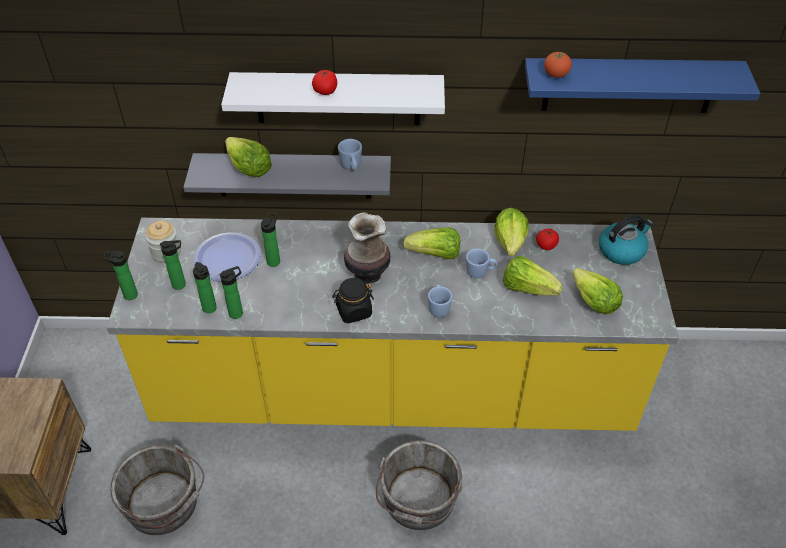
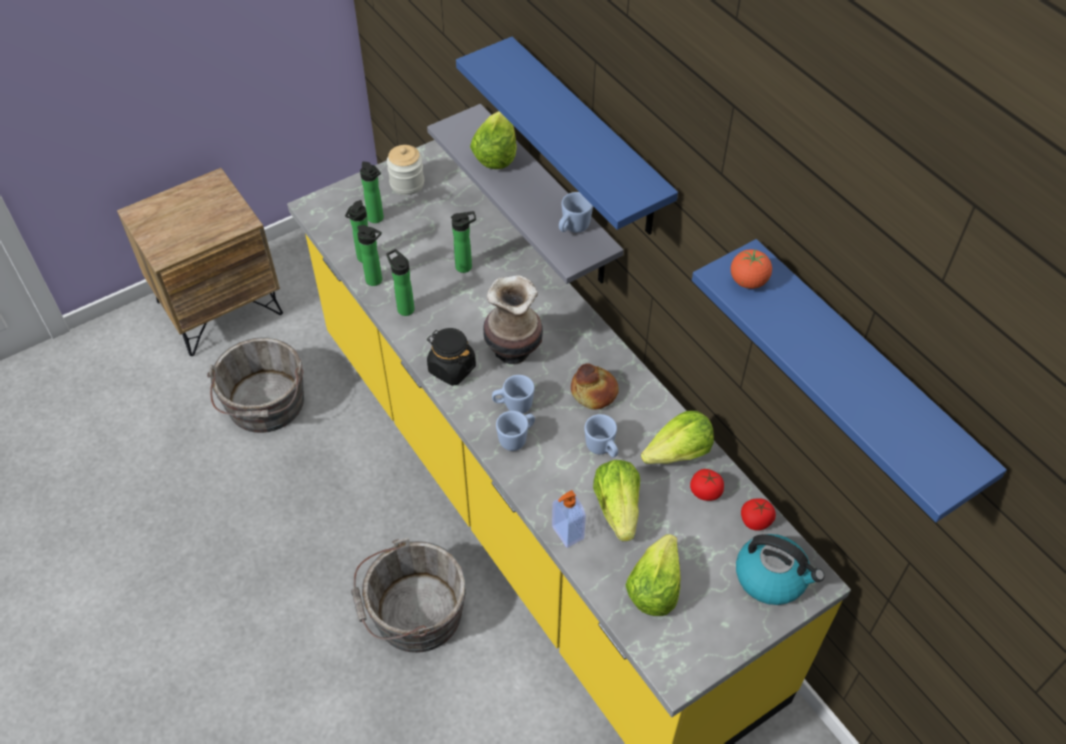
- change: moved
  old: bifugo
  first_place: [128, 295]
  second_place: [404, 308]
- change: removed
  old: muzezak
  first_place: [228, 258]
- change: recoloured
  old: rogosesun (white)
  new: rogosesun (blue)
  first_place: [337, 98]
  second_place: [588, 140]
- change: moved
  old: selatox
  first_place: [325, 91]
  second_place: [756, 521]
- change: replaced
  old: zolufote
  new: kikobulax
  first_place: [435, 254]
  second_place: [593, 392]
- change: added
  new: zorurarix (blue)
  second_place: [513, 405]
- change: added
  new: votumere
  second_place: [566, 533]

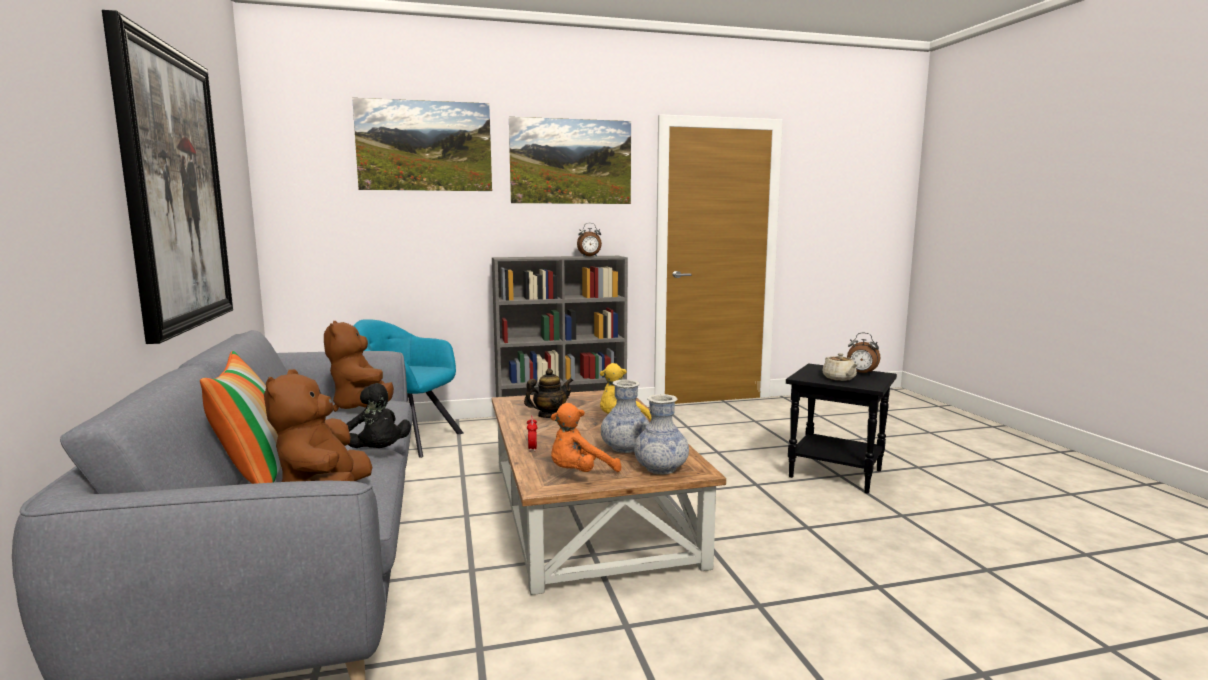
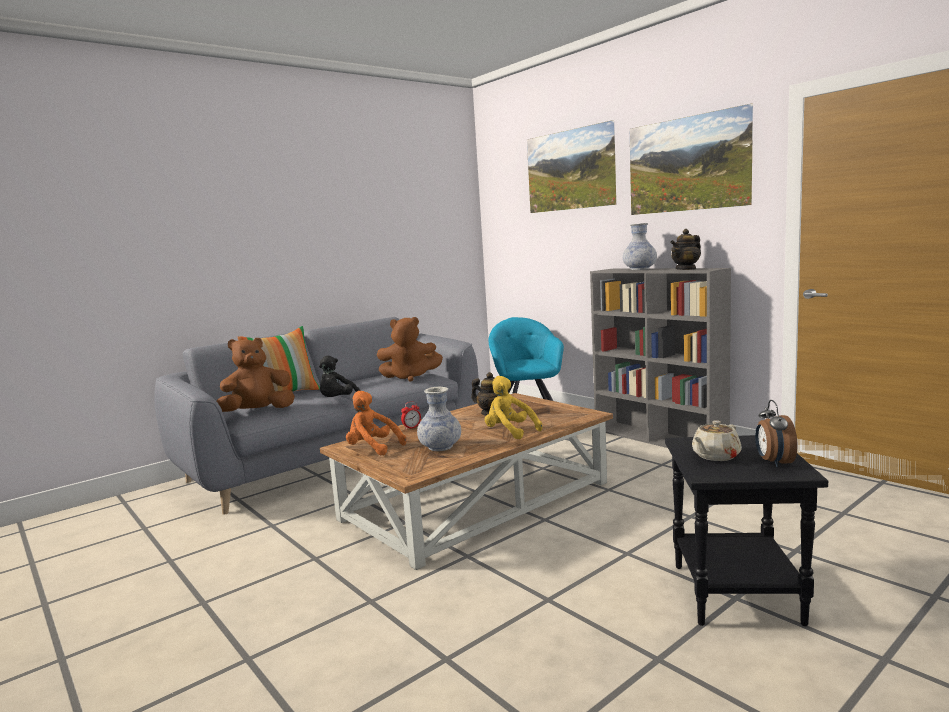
- change: removed
  old: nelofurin
  first_place: [174, 189]
- change: turned
  old: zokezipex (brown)
  first_place: [363, 408]
  second_place: [410, 377]
  degrees: -135
- change: replaced
  old: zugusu
  new: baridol
  first_place: [589, 256]
  second_place: [686, 269]
- change: moved
  old: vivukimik
  first_place: [661, 469]
  second_place: [639, 269]

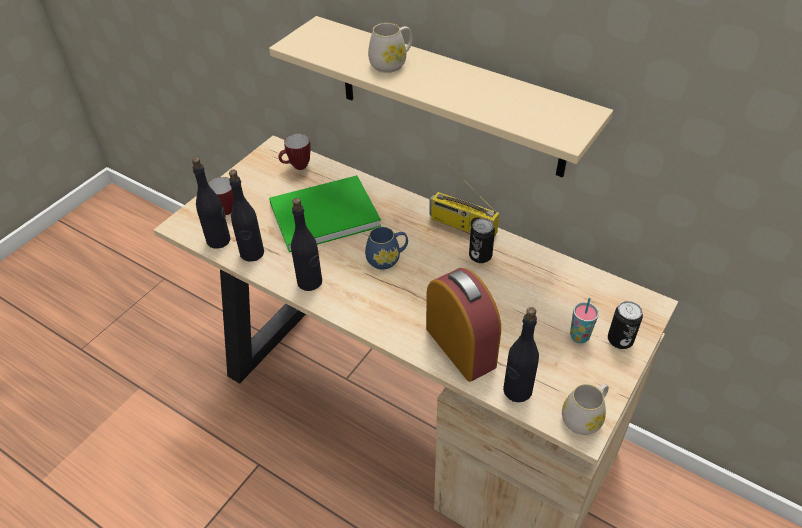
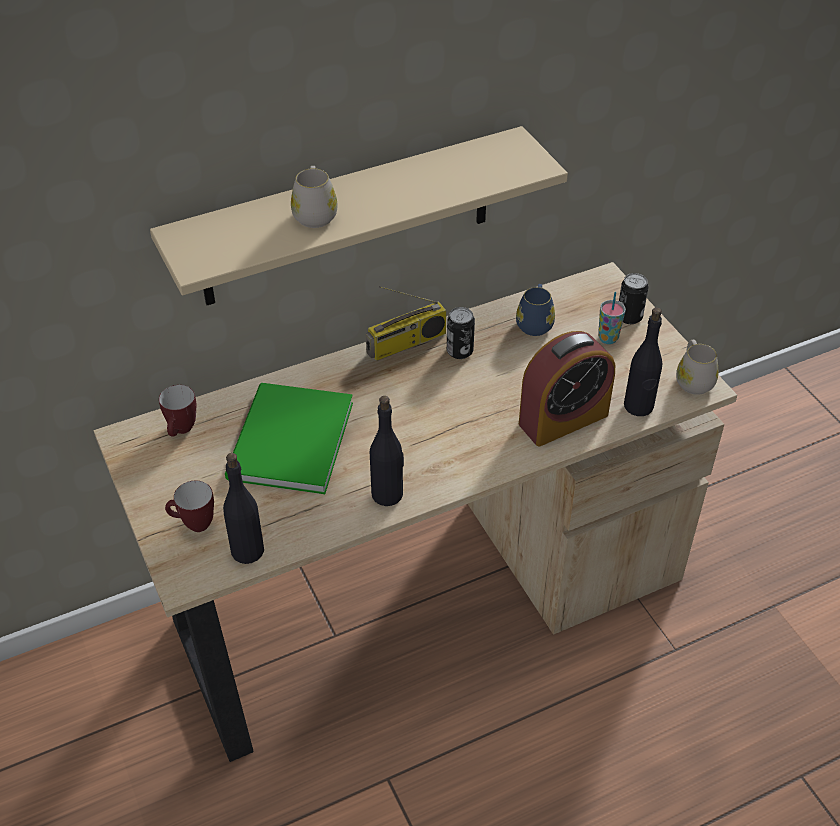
- change: removed
  old: bifugo (black)
  first_place: [252, 253]
- change: moved
  old: zorurarix (blue)
  first_place: [387, 259]
  second_place: [535, 322]
- change: turned
  old: zugusu
  first_place: [460, 347]
  second_place: [563, 419]
  degrees: 150

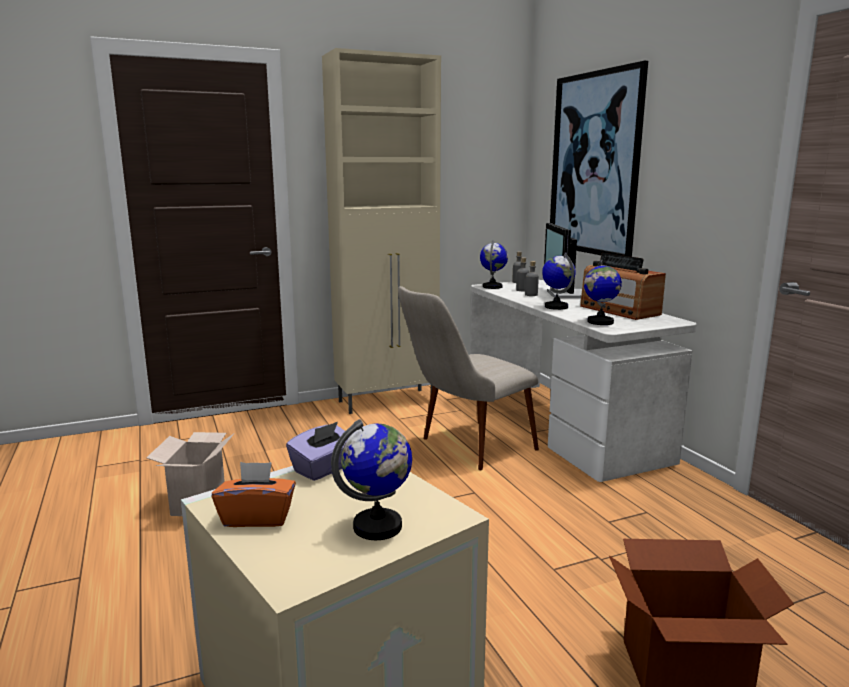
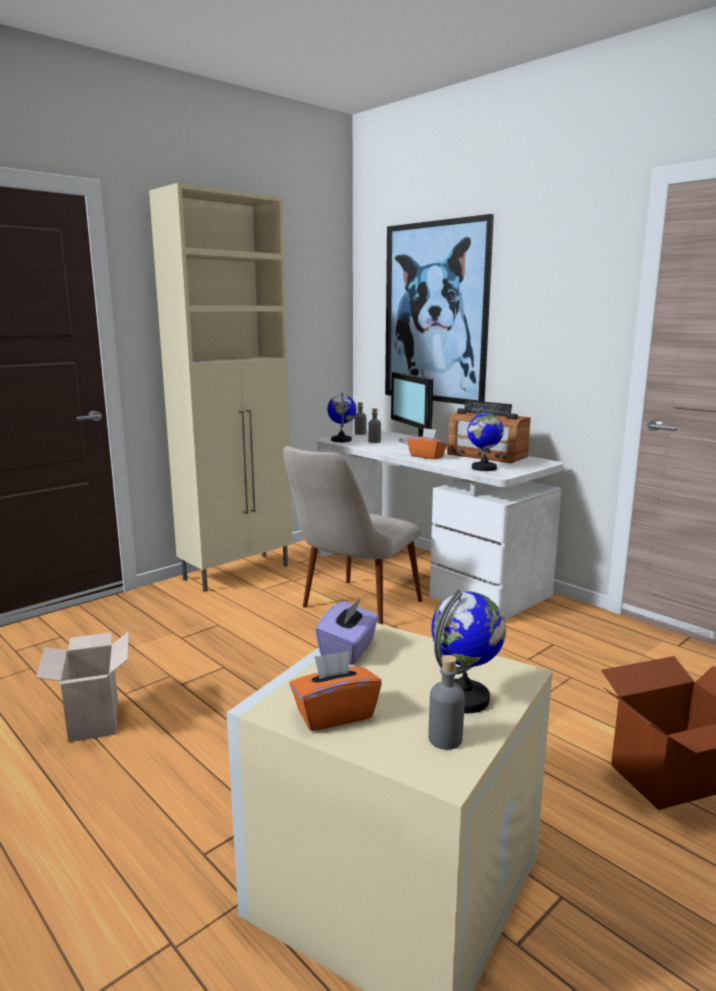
- change: moved
  old: bifugo (grey)
  first_place: [531, 295]
  second_place: [445, 739]
- change: replaced
  old: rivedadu
  new: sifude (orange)
  first_place: [556, 307]
  second_place: [427, 456]

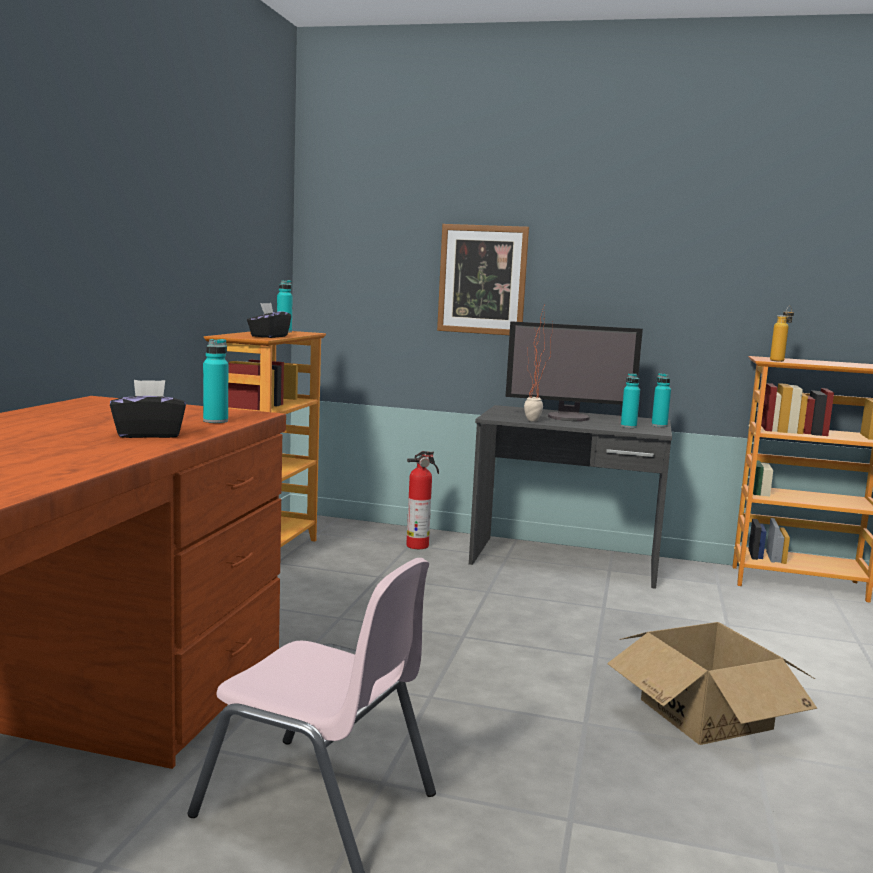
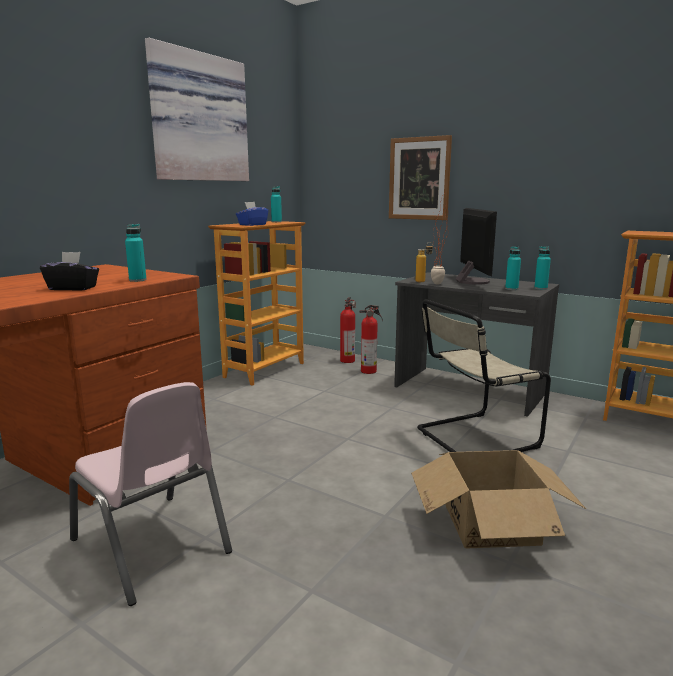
- change: recoloured
  old: sifude (black)
  new: sifude (blue)
  first_place: [268, 336]
  second_place: [252, 225]
- change: turned
  old: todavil
  first_place: [569, 417]
  second_place: [472, 281]
  degrees: -120
- change: moved
  old: bifugo
  first_place: [779, 360]
  second_place: [423, 281]
- change: added
  new: nelofurin
  second_place: [198, 118]
- change: added
  new: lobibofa
  second_place: [347, 360]
- change: added
  new: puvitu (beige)
  second_place: [472, 438]

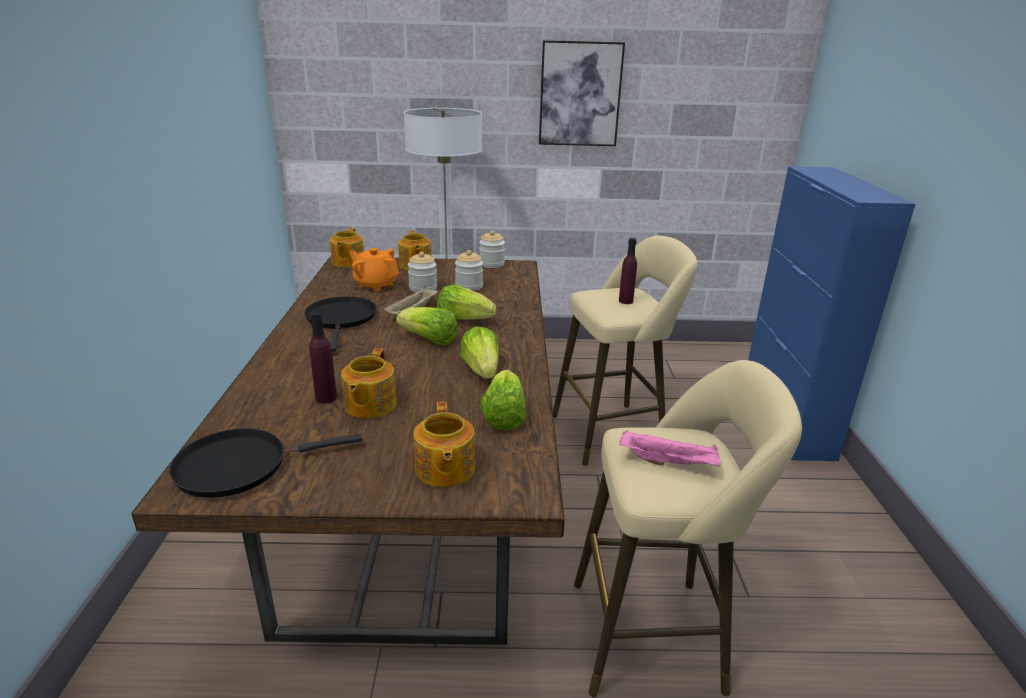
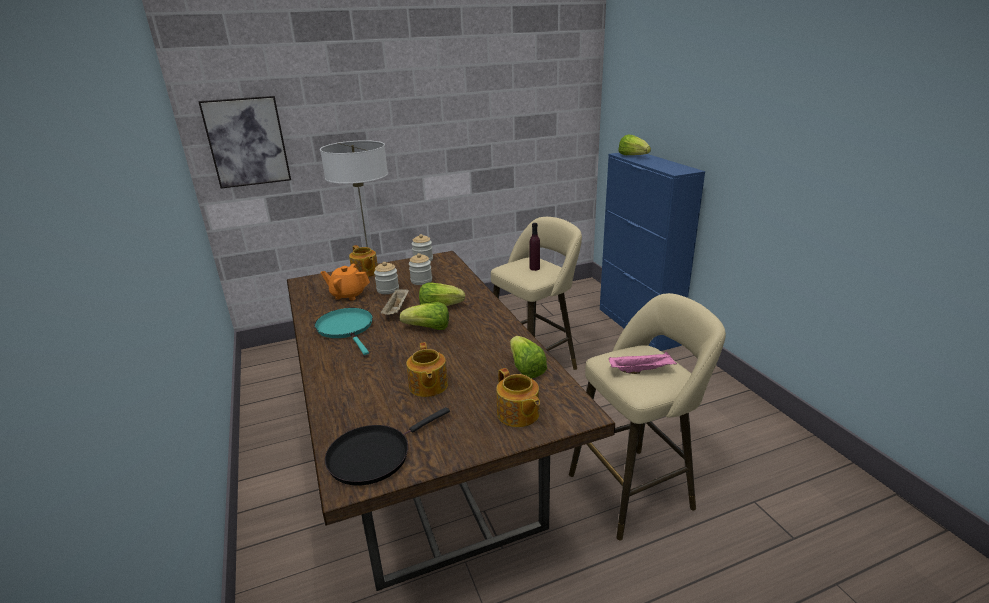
- change: recoloured
  old: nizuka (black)
  new: nizuka (turquoise)
  first_place: [341, 319]
  second_place: [346, 328]
- change: removed
  old: bifugo (purple)
  first_place: [326, 398]
- change: removed
  old: baridol
  first_place: [347, 262]
- change: moved
  old: zolufote
  first_place: [482, 370]
  second_place: [633, 156]
- change: moved
  old: nelofurin
  first_place: [580, 94]
  second_place: [247, 142]

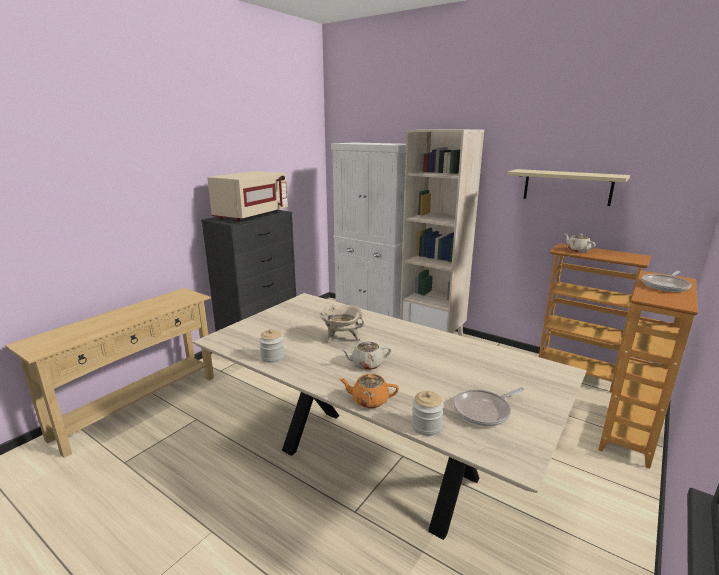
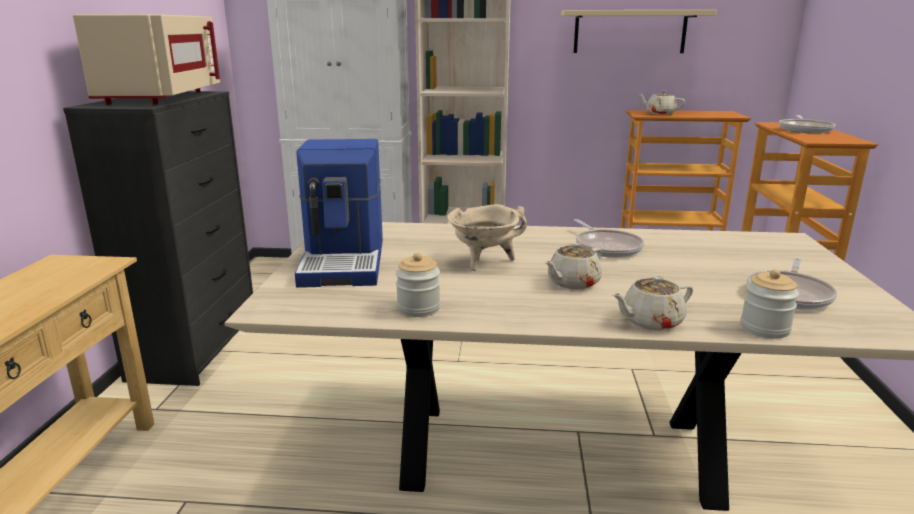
- change: recoloured
  old: baridol (orange)
  new: baridol (beige)
  first_place: [369, 400]
  second_place: [650, 321]
- change: added
  new: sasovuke
  second_place: [345, 261]
- change: added
  new: nizuka
  second_place: [606, 247]

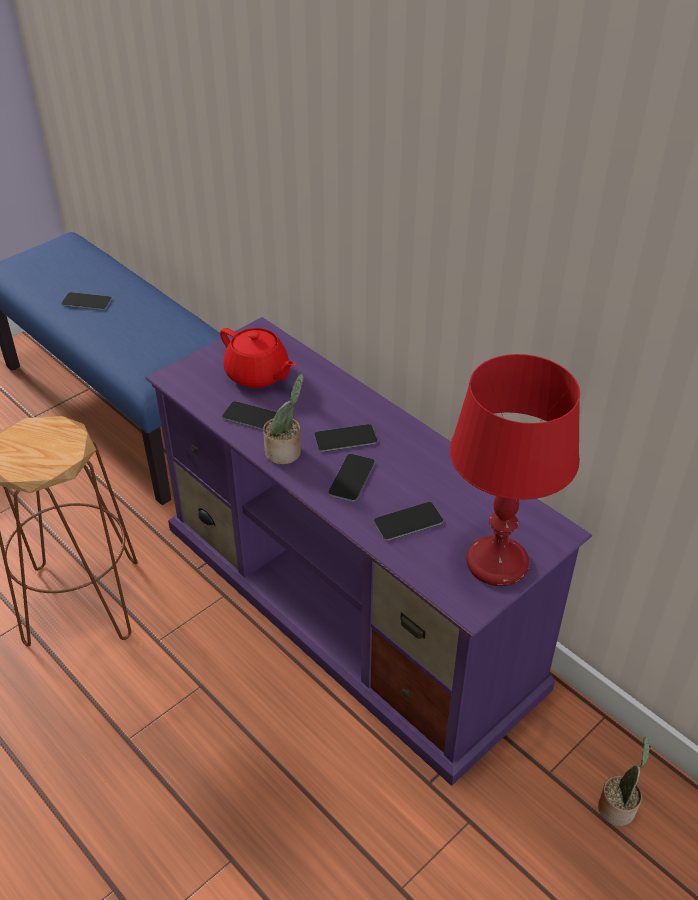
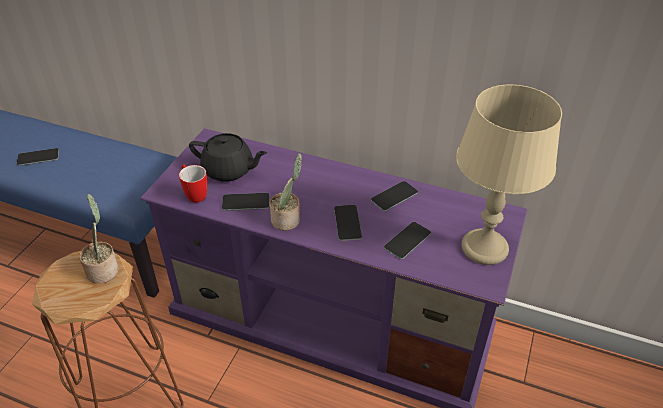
- change: recoloured
  old: baridol (red)
  new: baridol (black)
  first_place: [258, 375]
  second_place: [229, 170]
- change: moved
  old: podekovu
  first_place: [345, 438]
  second_place: [394, 196]
- change: recoloured
  old: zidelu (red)
  new: zidelu (beige)
  first_place: [497, 563]
  second_place: [485, 248]
- change: moved
  old: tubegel
  first_place: [618, 806]
  second_place: [104, 270]
- change: added
  new: zorurarix
  second_place: [194, 194]

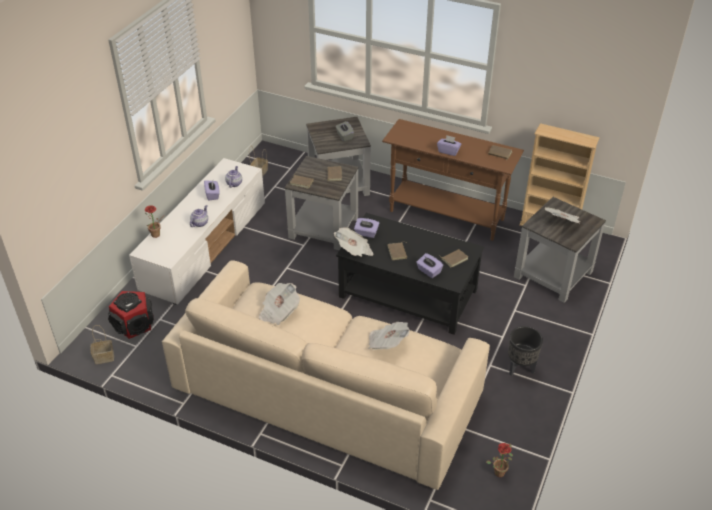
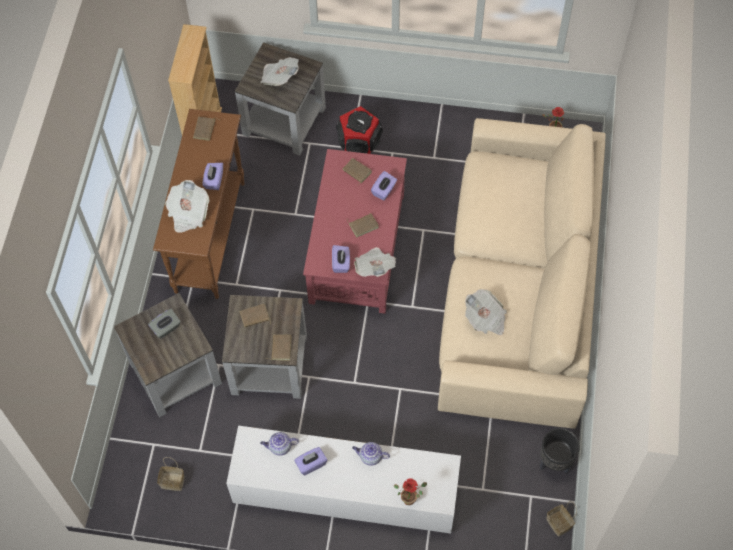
- change: moved
  old: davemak
  first_place: [135, 325]
  second_place: [358, 141]
- change: recoloured
  old: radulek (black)
  new: radulek (red)
  first_place: [407, 293]
  second_place: [356, 248]
- change: moved
  old: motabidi
  first_place: [387, 343]
  second_place: [188, 213]
- change: moved
  old: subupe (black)
  first_place: [520, 368]
  second_place: [554, 463]

